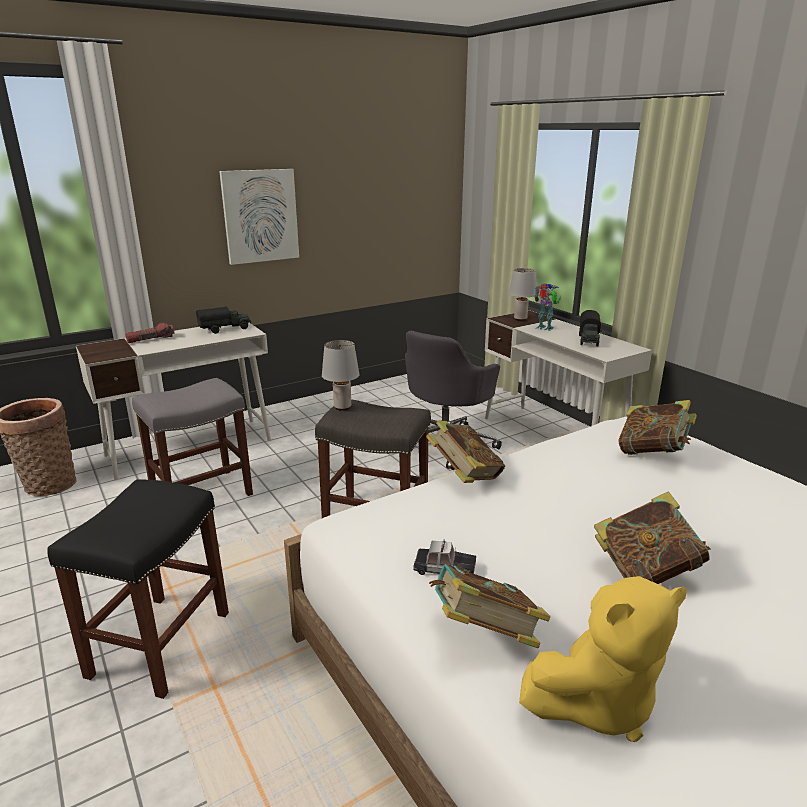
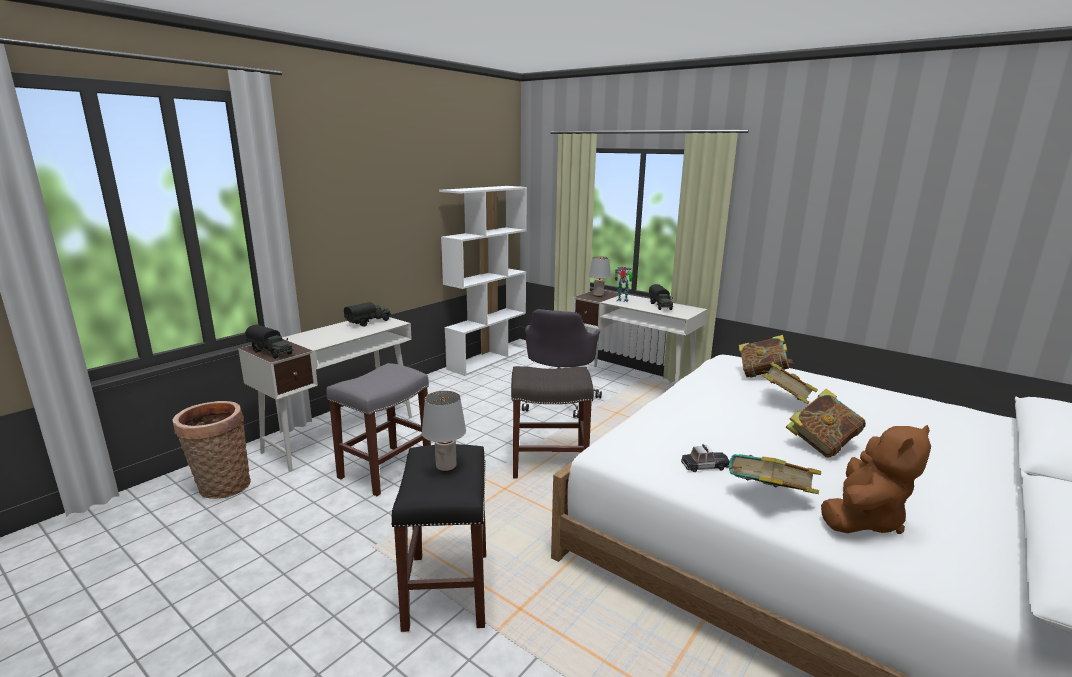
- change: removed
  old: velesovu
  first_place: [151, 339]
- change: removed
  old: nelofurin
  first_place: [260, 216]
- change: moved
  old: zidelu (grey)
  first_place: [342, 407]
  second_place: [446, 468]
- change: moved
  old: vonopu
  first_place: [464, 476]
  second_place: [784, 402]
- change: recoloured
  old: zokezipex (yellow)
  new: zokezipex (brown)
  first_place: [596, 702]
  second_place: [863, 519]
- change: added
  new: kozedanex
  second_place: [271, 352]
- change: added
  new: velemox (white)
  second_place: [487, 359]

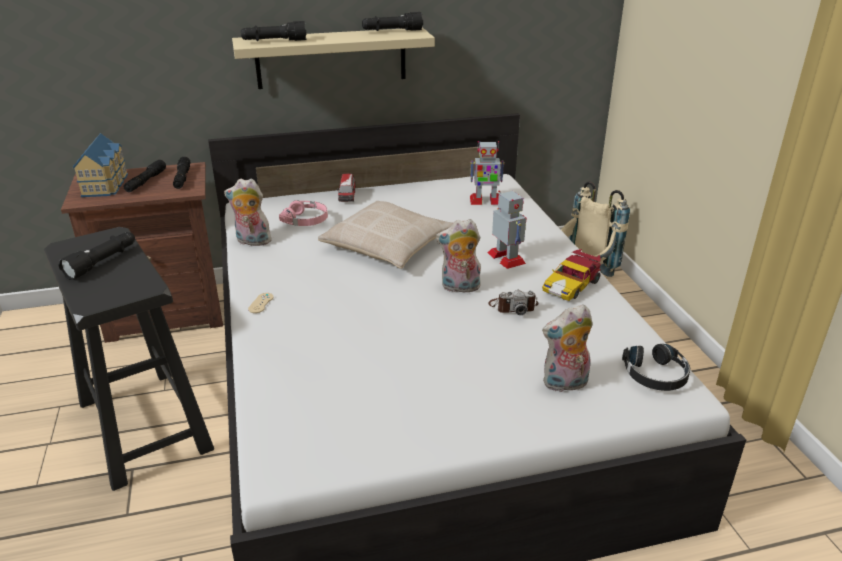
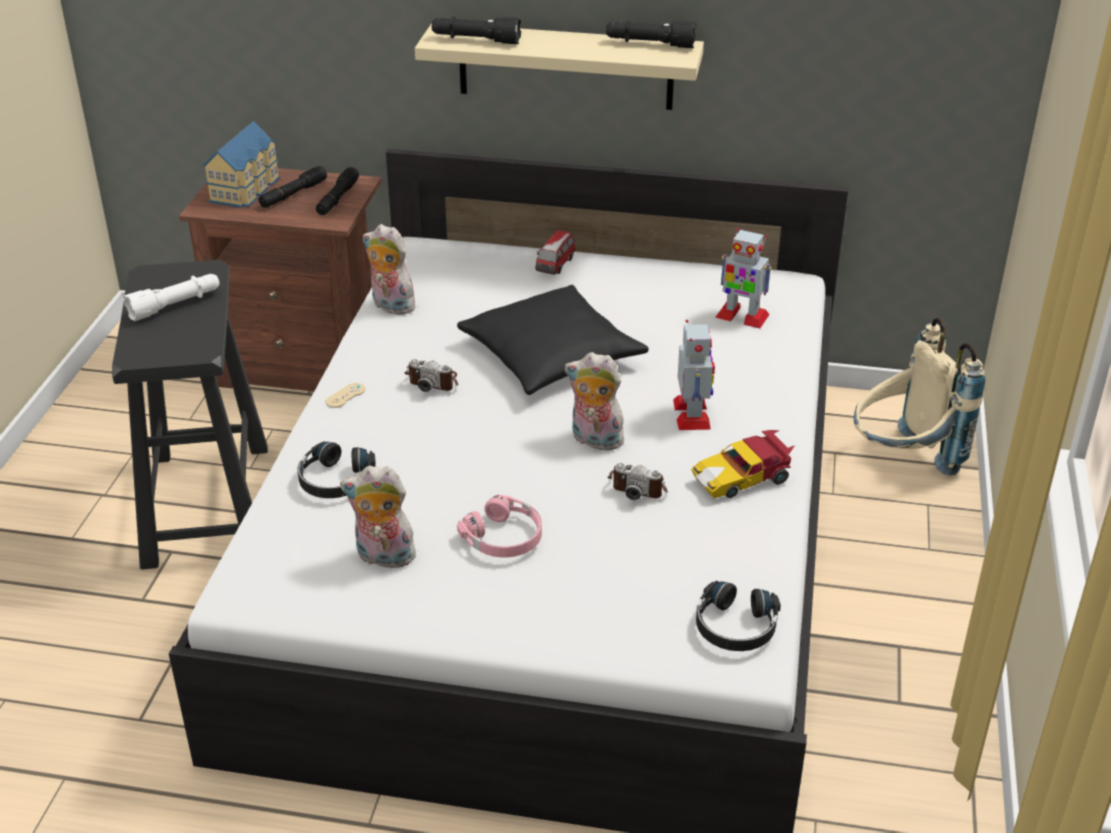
- change: recoloured
  old: velesovu (black)
  new: velesovu (white)
  first_place: [103, 262]
  second_place: [175, 305]
- change: moved
  old: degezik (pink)
  first_place: [306, 220]
  second_place: [504, 537]
- change: recoloured
  old: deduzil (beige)
  new: deduzil (black)
  first_place: [388, 246]
  second_place: [551, 355]
- change: moved
  old: zokezipex
  first_place: [564, 384]
  second_place: [383, 558]
- change: added
  new: degezik (black)
  second_place: [335, 480]
- change: added
  new: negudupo
  second_place: [433, 381]

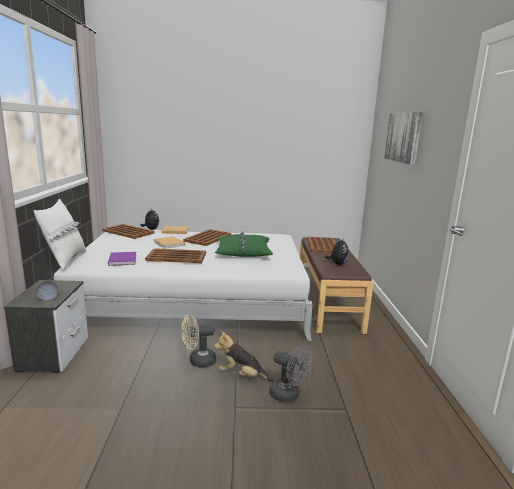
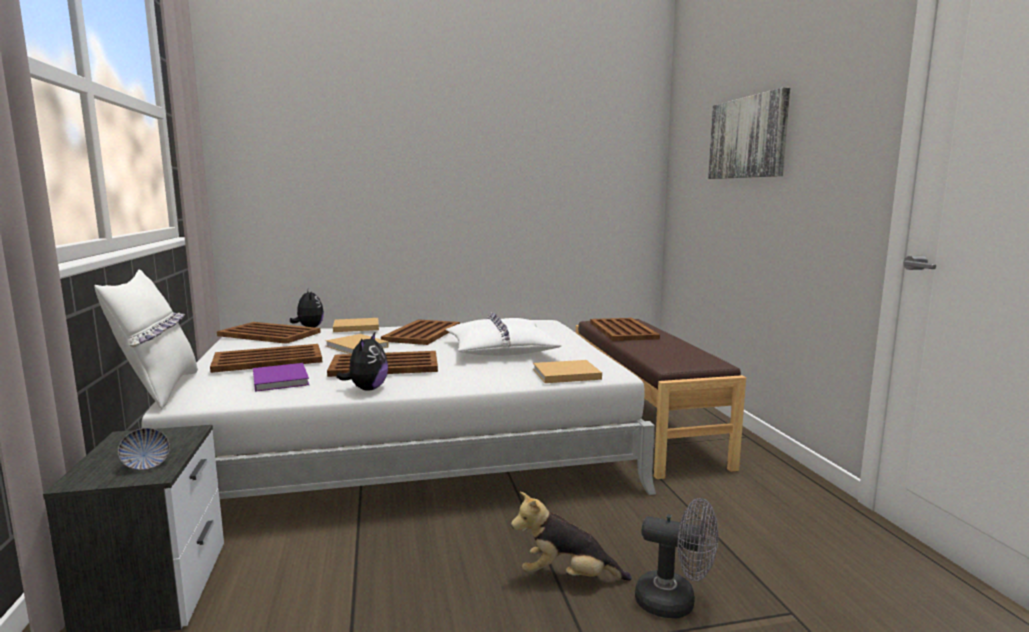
- change: removed
  old: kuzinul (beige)
  first_place: [198, 361]
- change: recoloured
  old: deduzil (green)
  new: deduzil (white)
  first_place: [243, 252]
  second_place: [500, 349]
- change: moved
  old: zokezipex
  first_place: [337, 264]
  second_place: [367, 389]
- change: added
  new: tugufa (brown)
  second_place: [269, 359]
- change: added
  new: vonopu (beige)
  second_place: [564, 374]

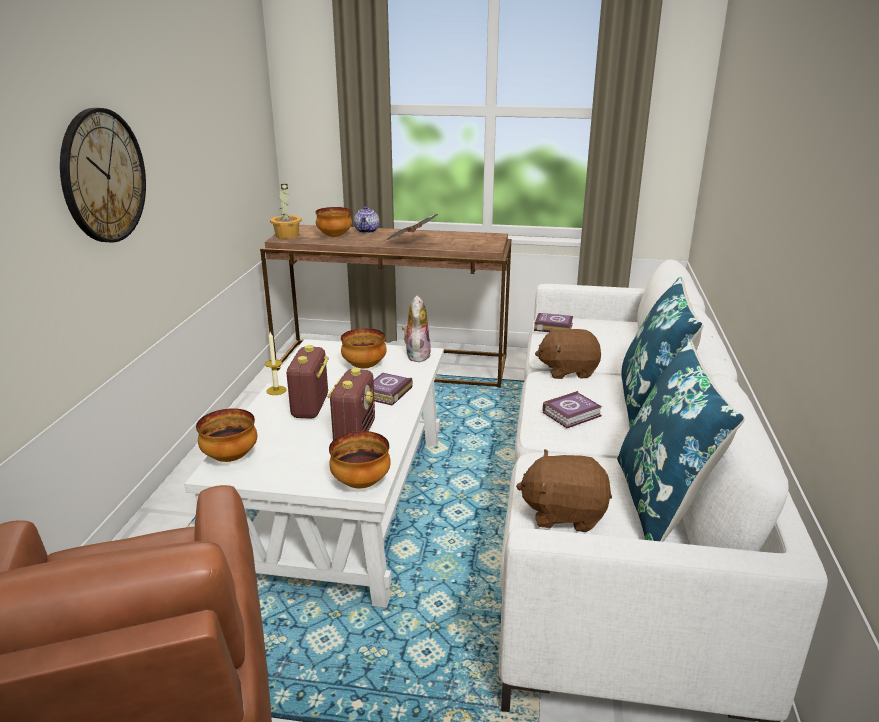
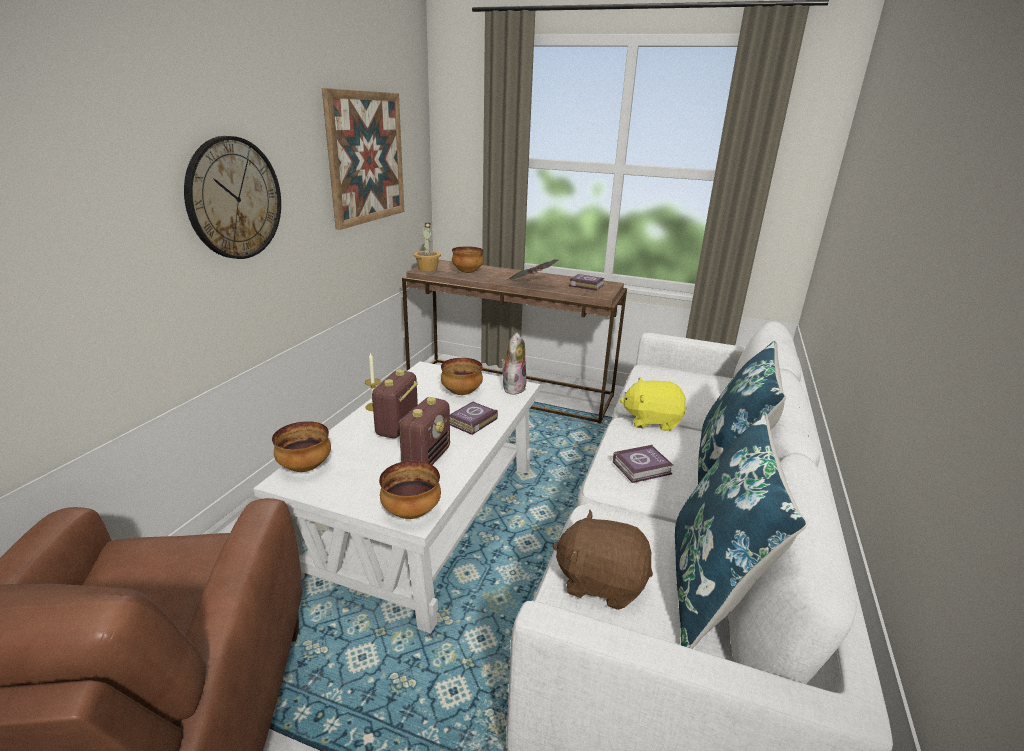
- change: removed
  old: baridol
  first_place: [367, 231]
- change: moved
  old: vonopu
  first_place: [552, 327]
  second_place: [586, 285]
- change: recoloured
  old: zokezipex (brown)
  new: zokezipex (yellow)
  first_place: [568, 371]
  second_place: [652, 420]
- change: added
  new: nelofurin
  second_place: [366, 158]

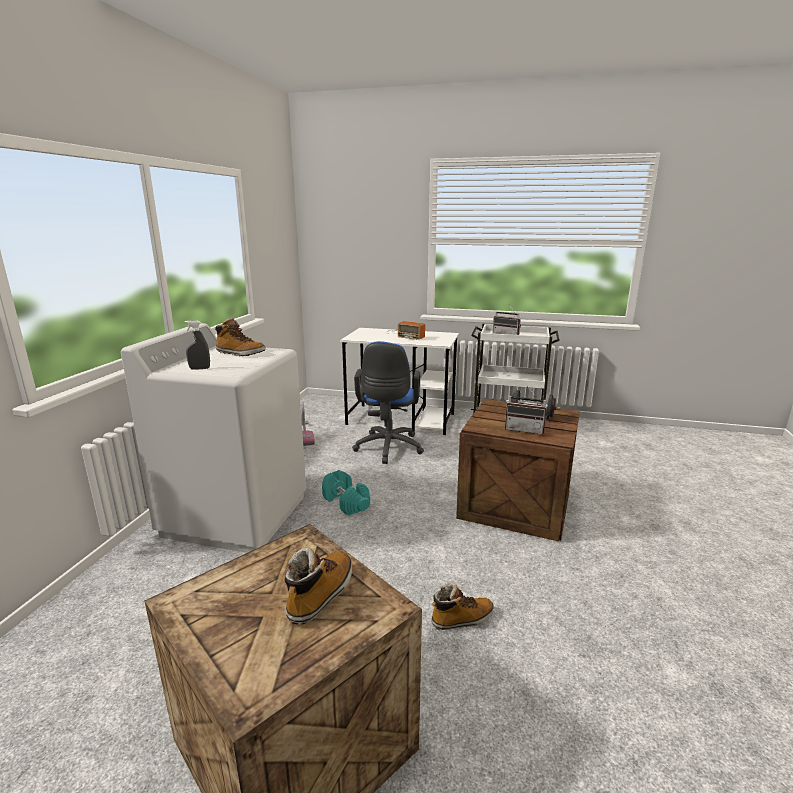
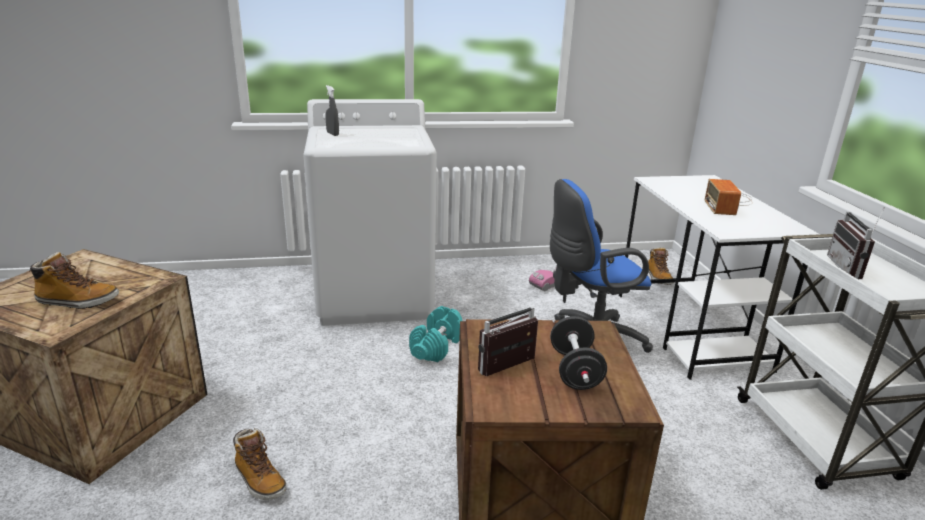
- change: moved
  old: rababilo
  first_place: [240, 353]
  second_place: [658, 277]
- change: turned
  old: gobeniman
  first_place: [525, 429]
  second_place: [510, 369]
  degrees: 60

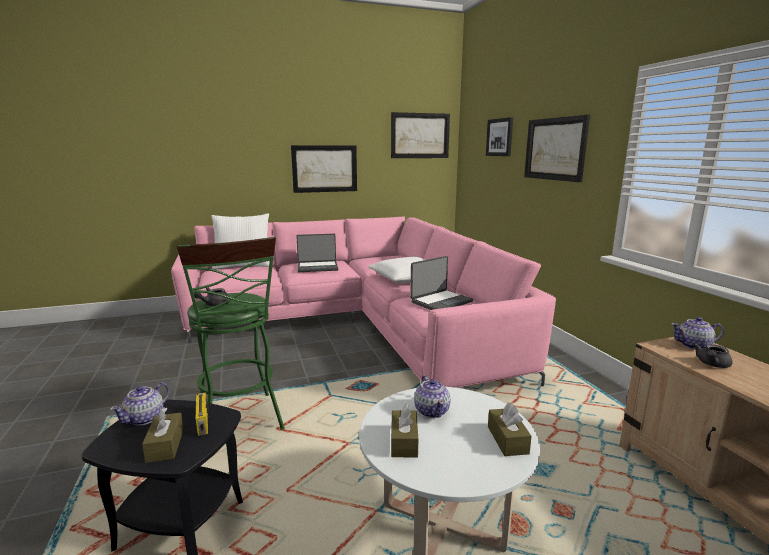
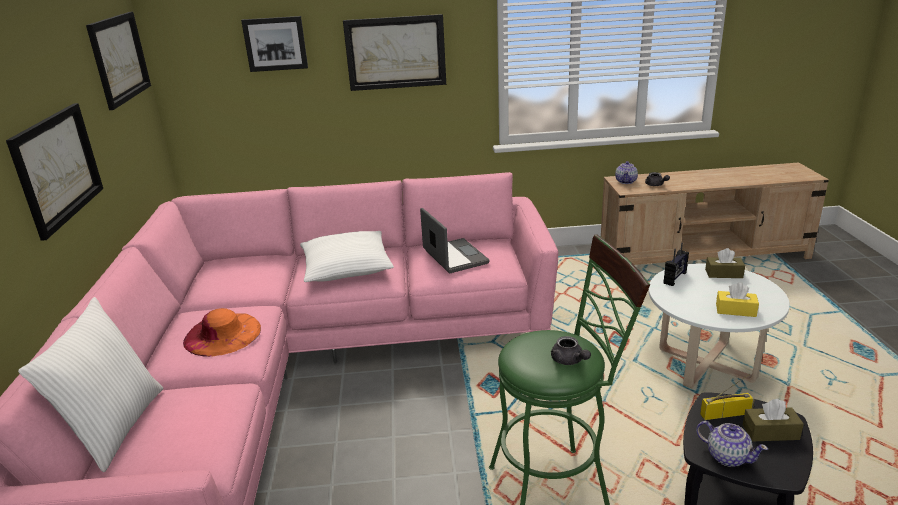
- change: replaced
  old: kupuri
  new: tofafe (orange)
  first_place: [317, 267]
  second_place: [222, 334]
- change: recoloured
  old: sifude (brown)
  new: sifude (yellow)
  first_place: [404, 441]
  second_place: [735, 310]
- change: removed
  old: baridol
  first_place: [432, 411]
- change: added
  new: gobeniman
  second_place: [675, 278]

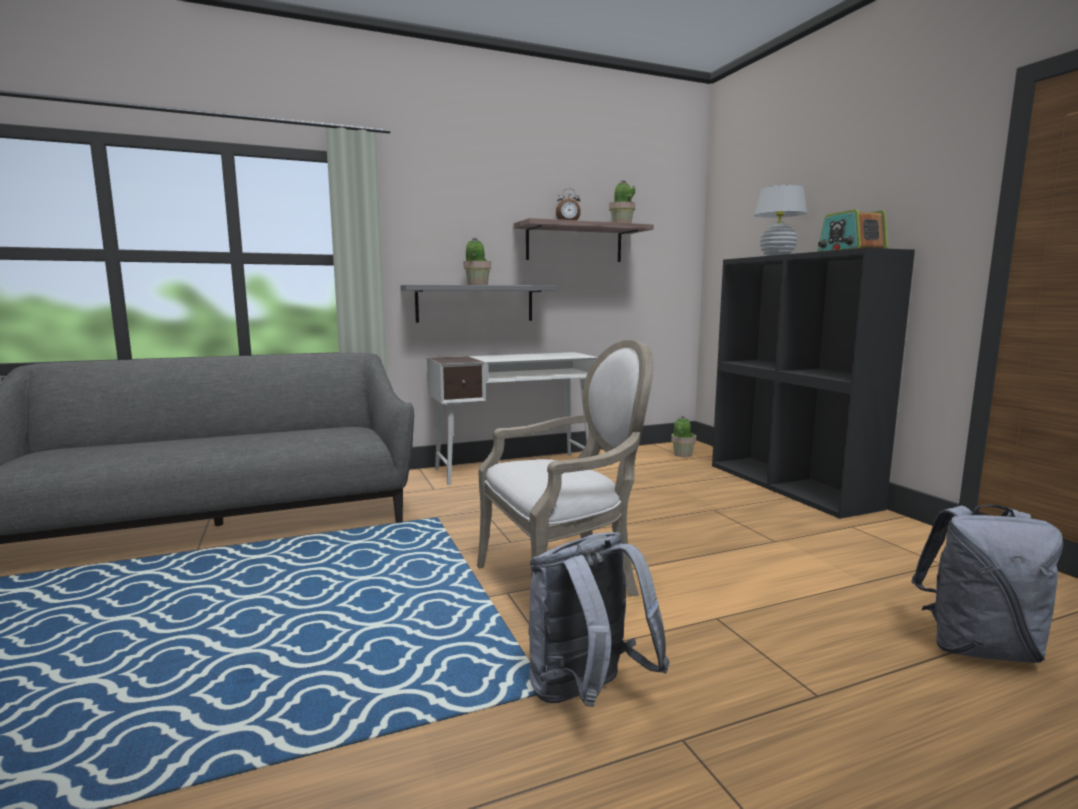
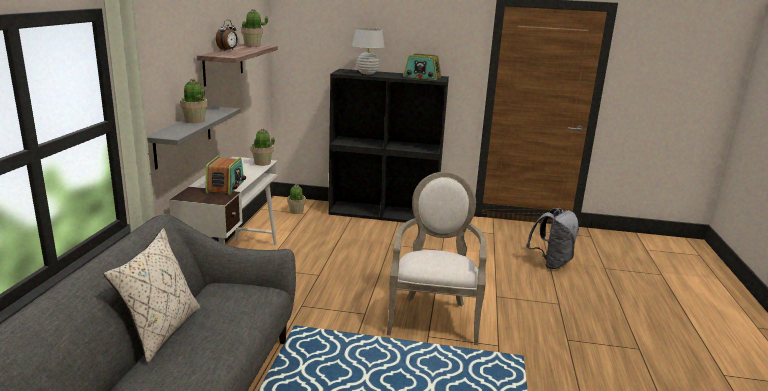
- change: removed
  old: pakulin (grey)
  first_place: [586, 695]
- change: added
  new: deduzil (beige)
  second_place: [160, 331]
- change: added
  new: gobeniman
  second_place: [226, 187]
- change: added
  new: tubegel
  second_place: [262, 163]

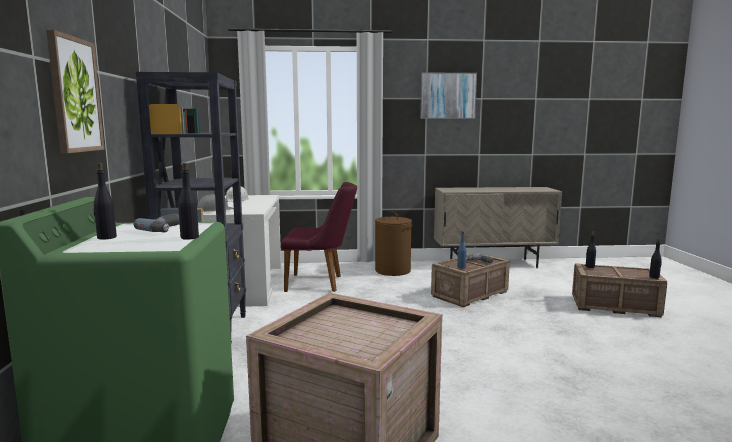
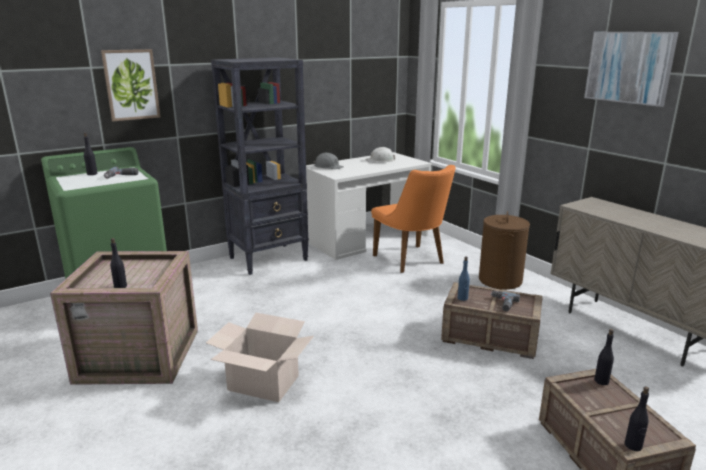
- change: moved
  old: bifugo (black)
  first_place: [189, 237]
  second_place: [120, 287]
- change: recoloured
  old: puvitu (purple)
  new: puvitu (orange)
  first_place: [320, 283]
  second_place: [412, 261]
- change: added
  new: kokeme
  second_place: [264, 383]

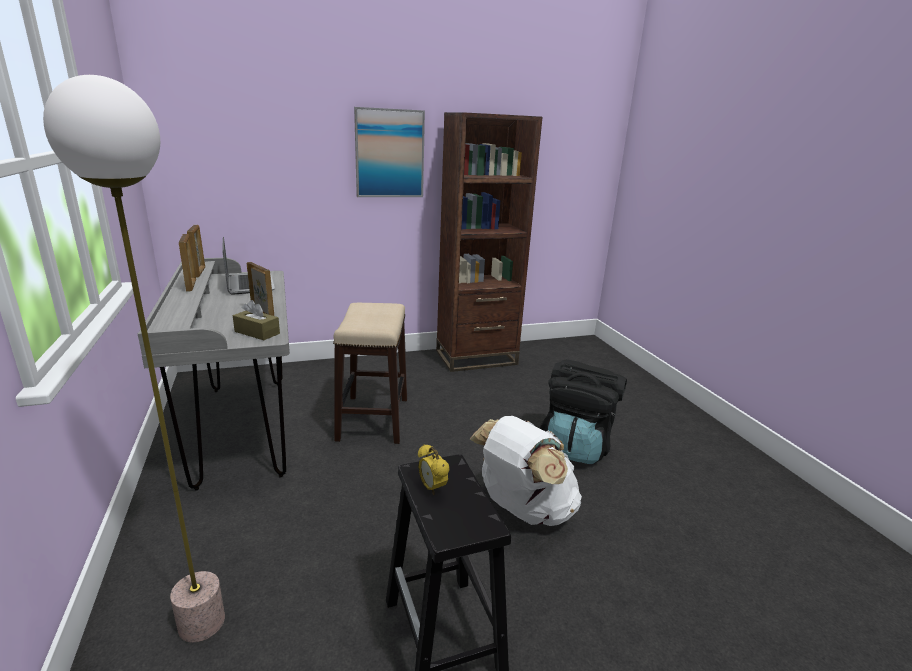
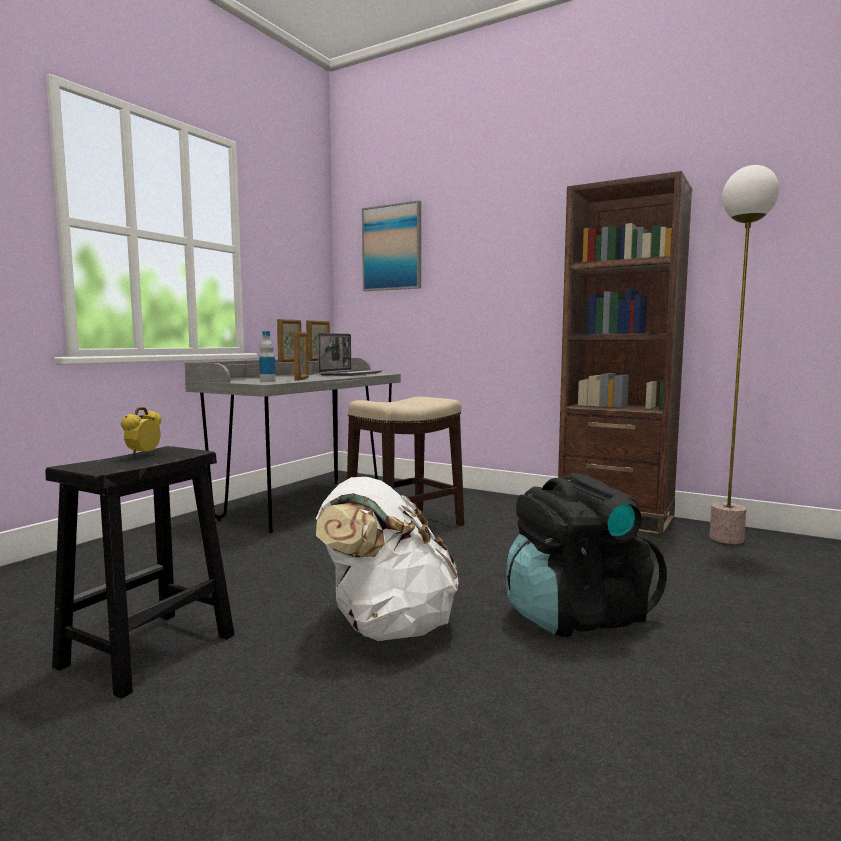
- change: moved
  old: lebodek
  first_place: [202, 622]
  second_place: [727, 539]
- change: replaced
  old: sifude (brown)
  new: bifugo
  first_place: [257, 332]
  second_place: [267, 381]
- change: moved
  old: nelofurin
  first_place: [389, 153]
  second_place: [392, 248]

